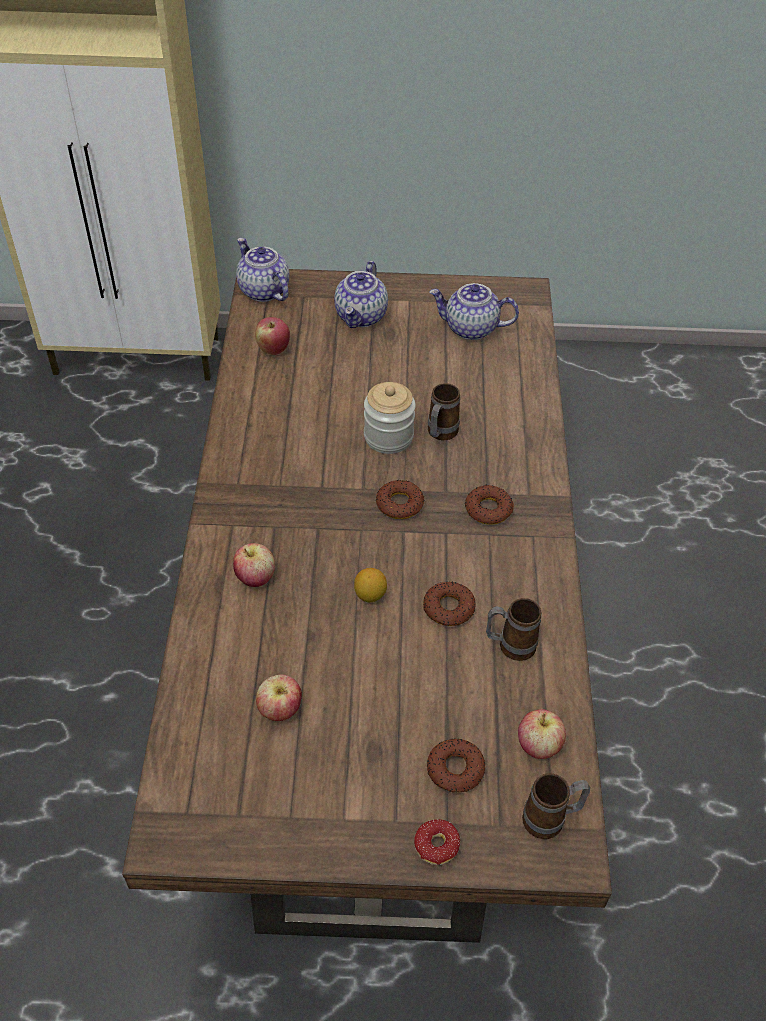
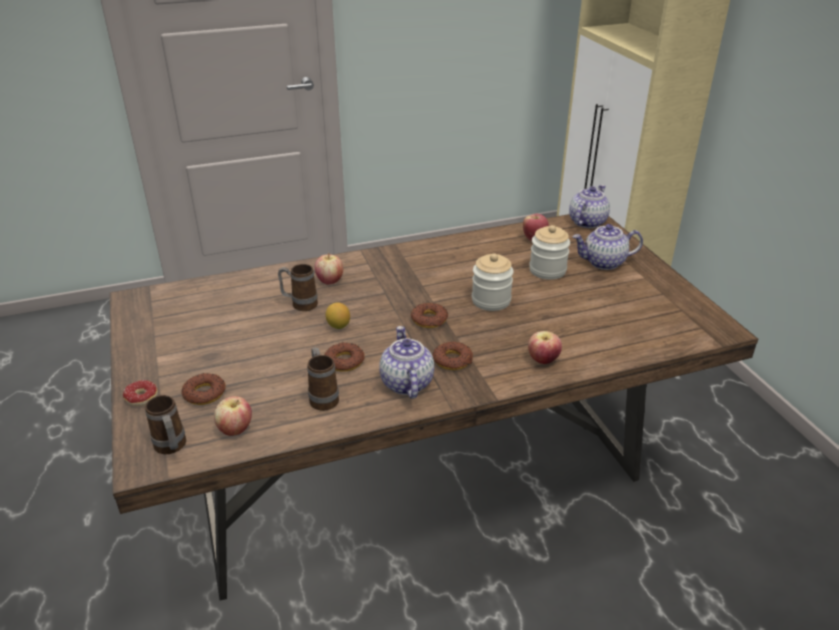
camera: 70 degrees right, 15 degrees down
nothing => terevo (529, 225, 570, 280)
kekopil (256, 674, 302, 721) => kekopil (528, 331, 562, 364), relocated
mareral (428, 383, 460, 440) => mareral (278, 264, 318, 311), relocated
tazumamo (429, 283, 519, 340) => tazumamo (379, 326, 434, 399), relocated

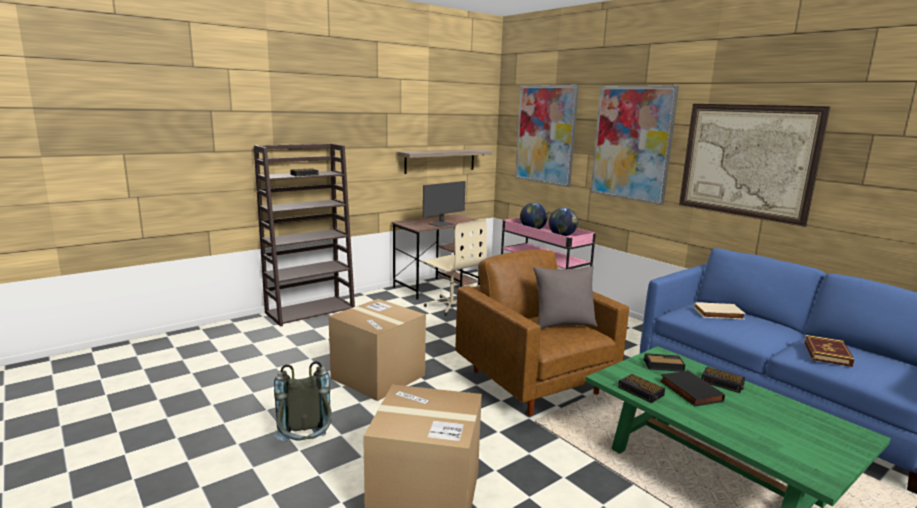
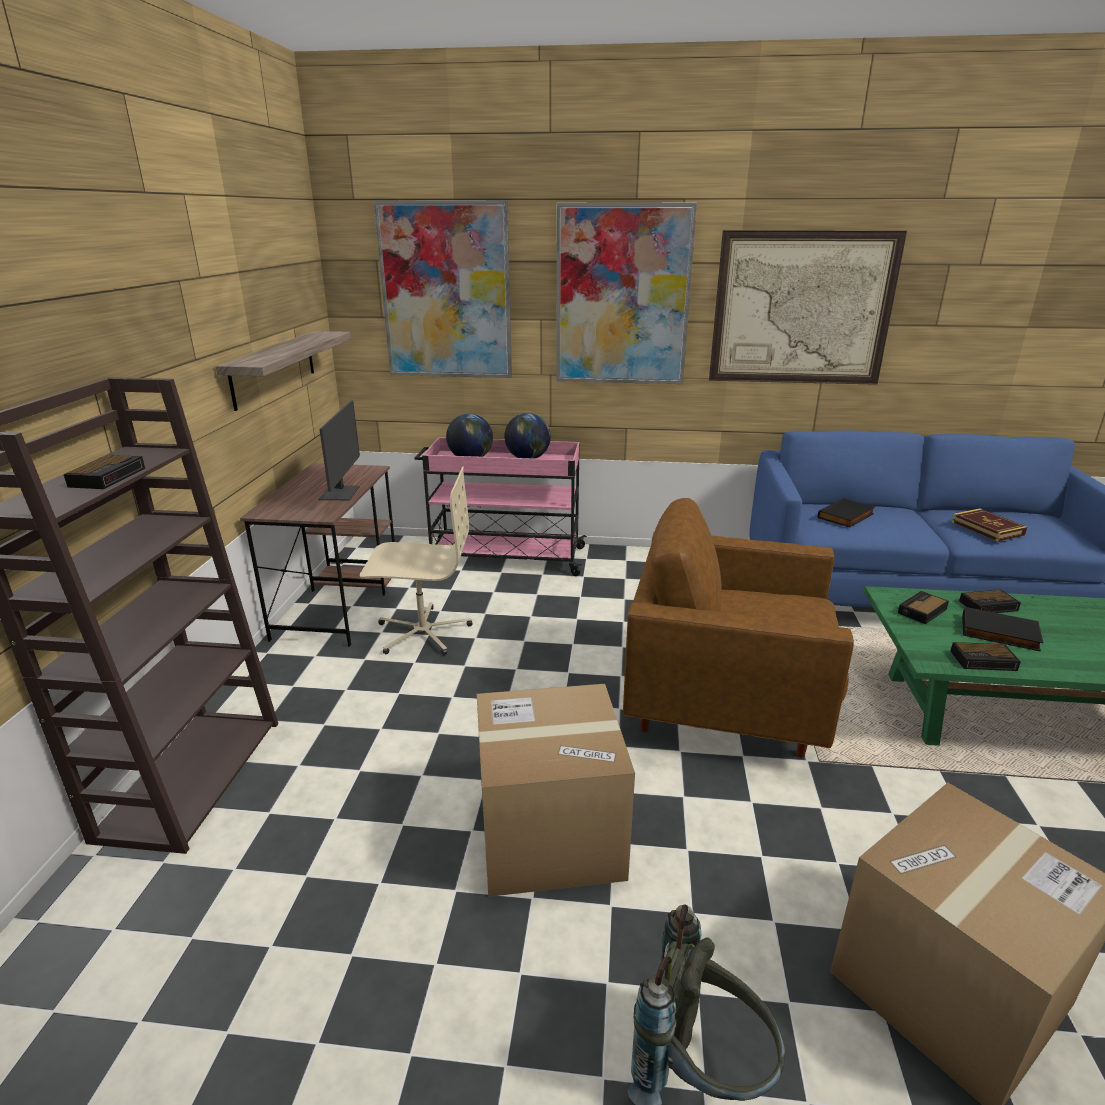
camera: 45 degrees left, 10 degrees up
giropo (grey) (533, 266, 597, 329) => nothing
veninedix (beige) (694, 302, 746, 319) => veninedix (black) (817, 498, 875, 527)

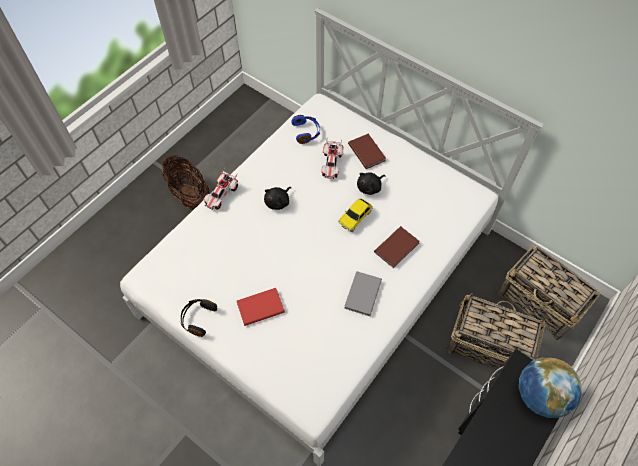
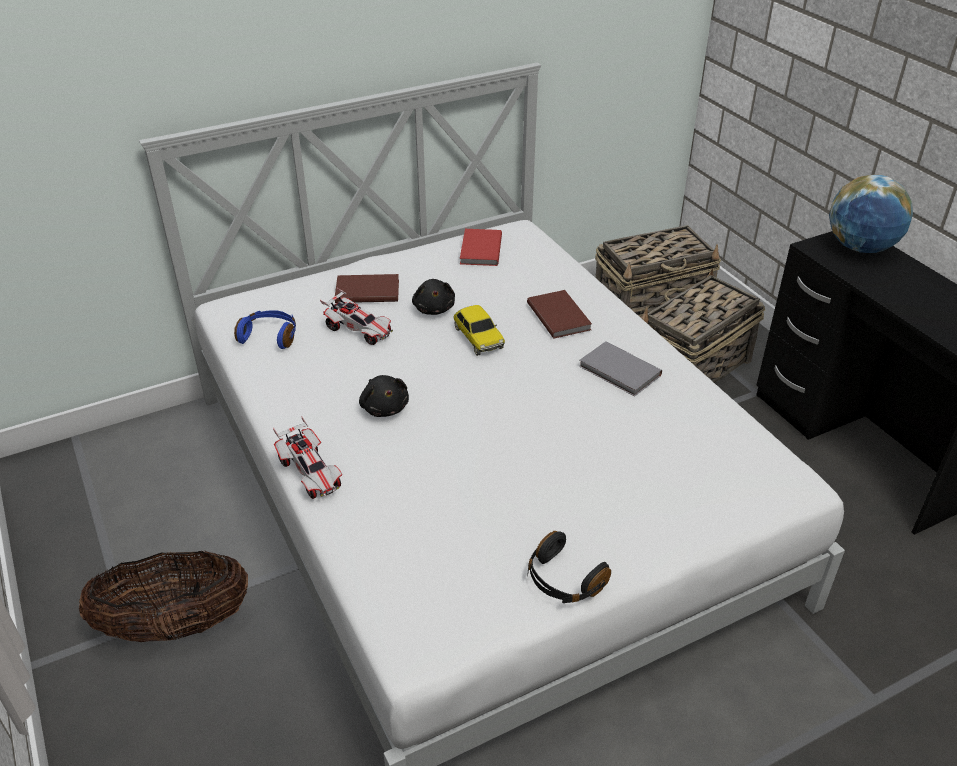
camera: 65 degrees left, 20 degrees down
veninedix (red) (237, 288, 285, 326) => veninedix (red) (460, 229, 502, 266), relocated

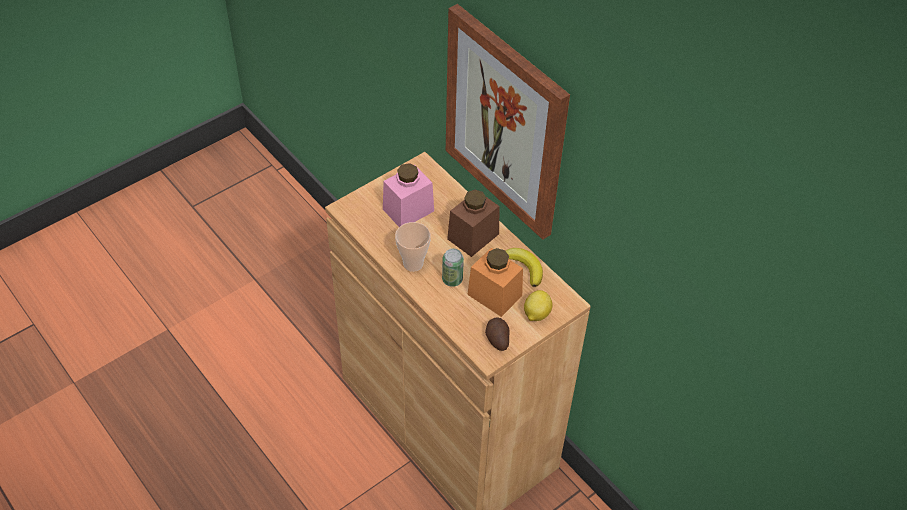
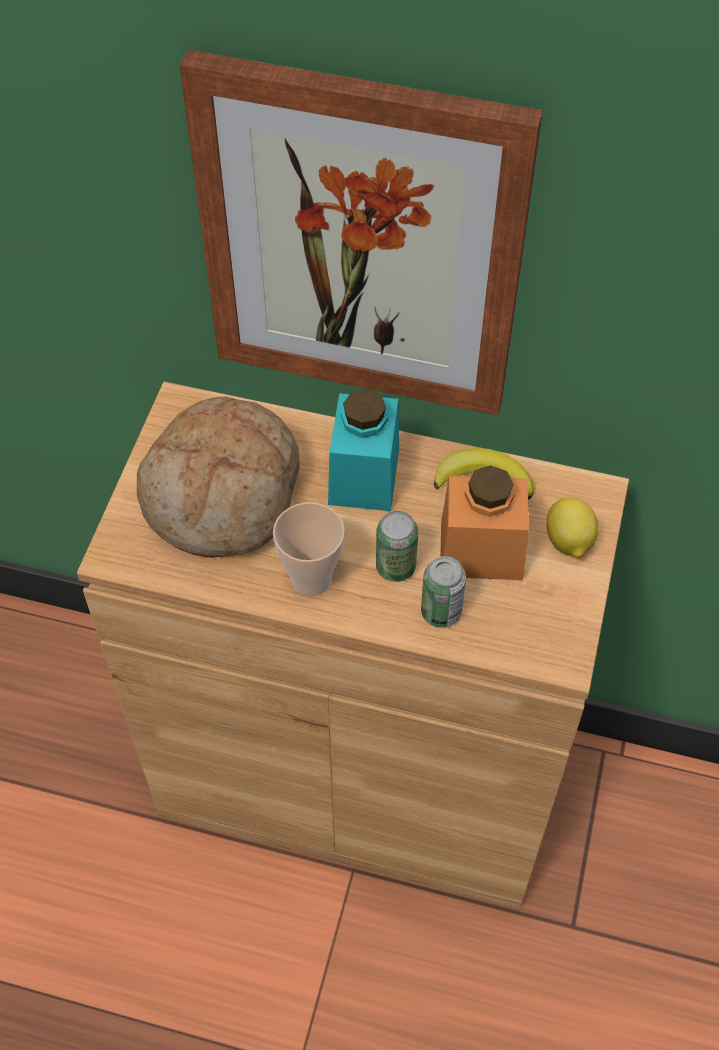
camera: 35 degrees left, 5 degrees up
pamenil (485, 317, 510, 351) => nothing
nothing => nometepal (421, 556, 466, 628)
terevo (pink) (383, 163, 434, 227) => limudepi (137, 396, 300, 558)
terevo (brown) (447, 190, 499, 257) => terevo (turquoise) (328, 389, 399, 511)

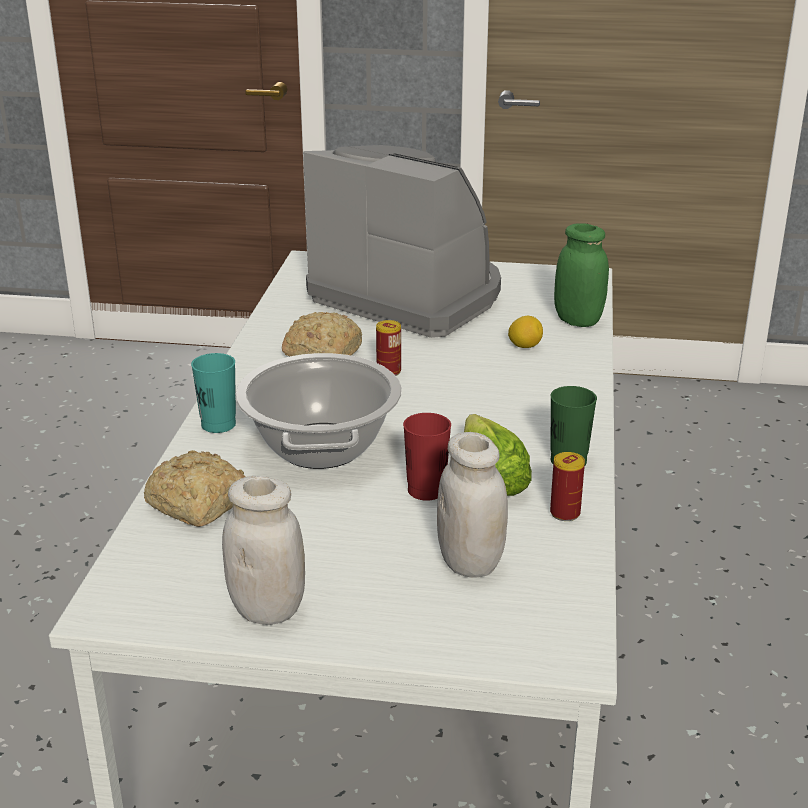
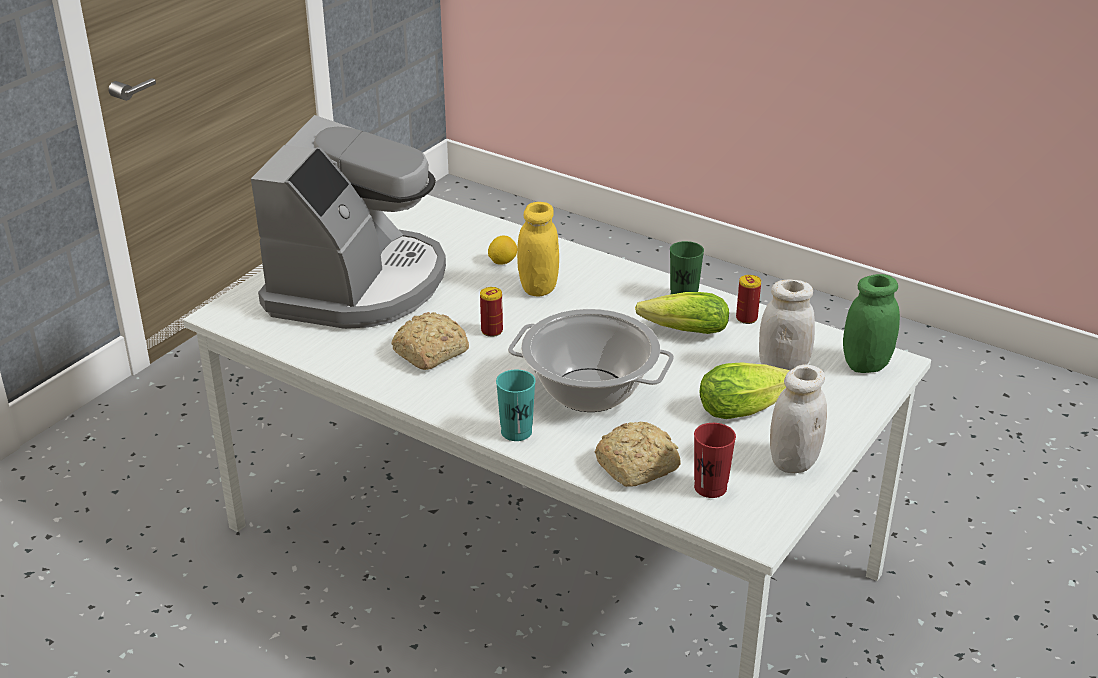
camera: 65 degrees left, 5 degrees up
nothing => terevo (yellow) (517, 202, 559, 297)
nothing => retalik (700, 362, 790, 419)
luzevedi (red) (403, 413, 451, 501) => luzevedi (red) (694, 423, 736, 498), relocated
terevo (green) (554, 223, 609, 327) => terevo (green) (843, 274, 900, 373), relocated
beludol (303, 145, 501, 338) => beludol (251, 115, 446, 329), 135 degrees clockwise

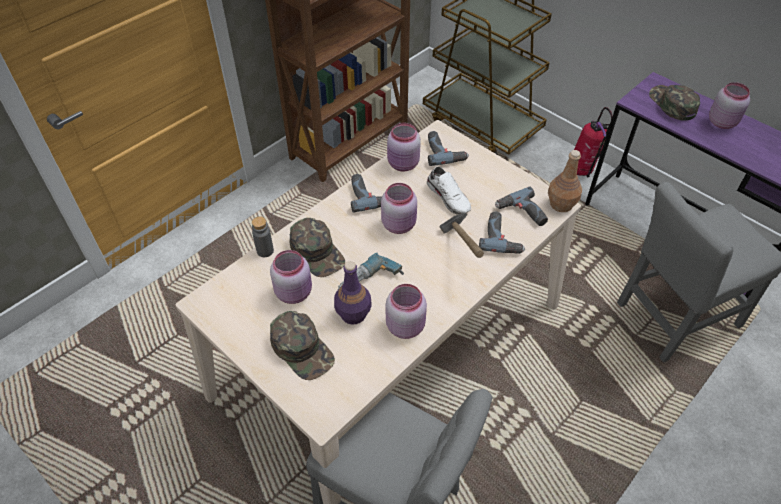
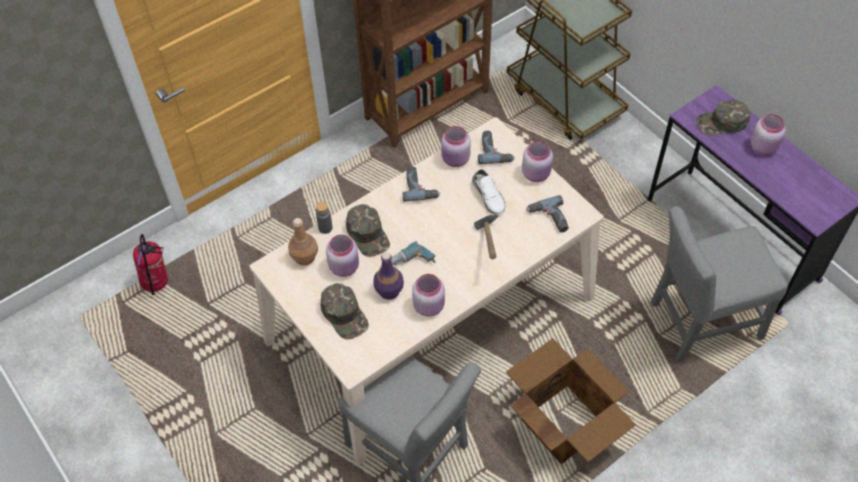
camera: 10 degrees right, 5 degrees up
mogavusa (479, 212, 525, 254) => nothing
nothing => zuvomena (506, 338, 636, 464)
terevo (pink) (381, 183, 417, 234) => terevo (pink) (522, 141, 553, 182), relocated
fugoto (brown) (548, 150, 582, 212) => fugoto (brown) (288, 218, 318, 266), relocated
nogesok (574, 107, 613, 177) => nogesok (133, 234, 168, 295), relocated
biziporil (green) (649, 85, 700, 121) => biziporil (green) (696, 99, 751, 136), 90 degrees counterclockwise

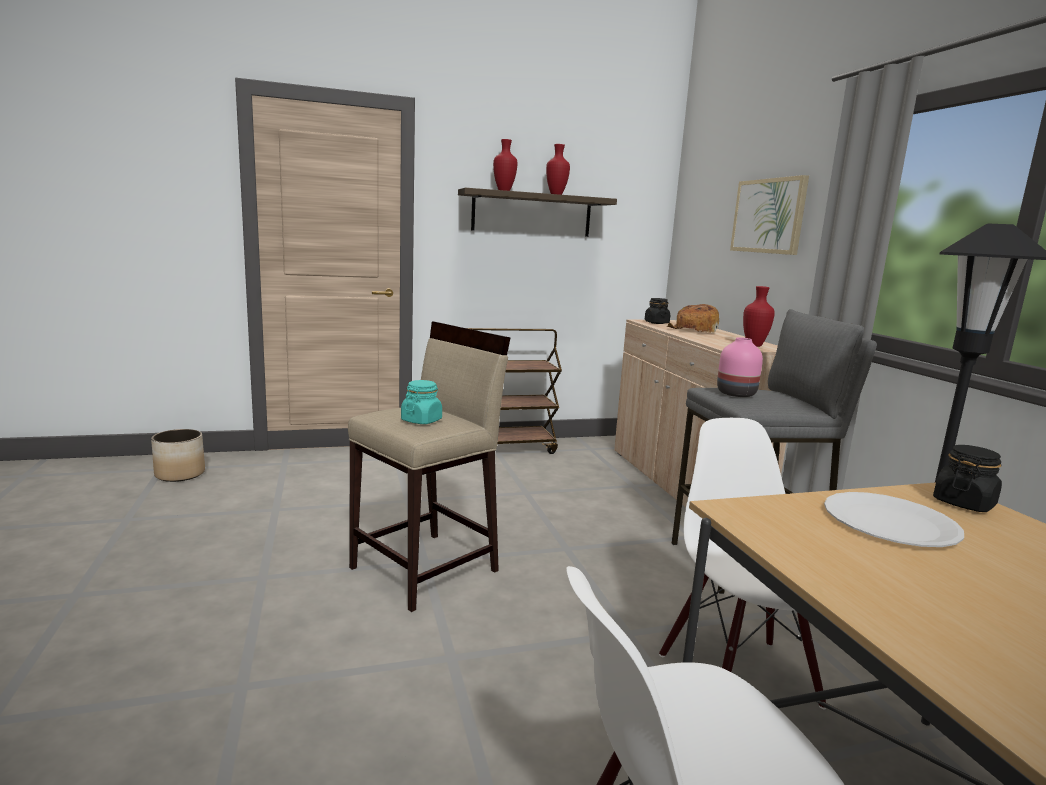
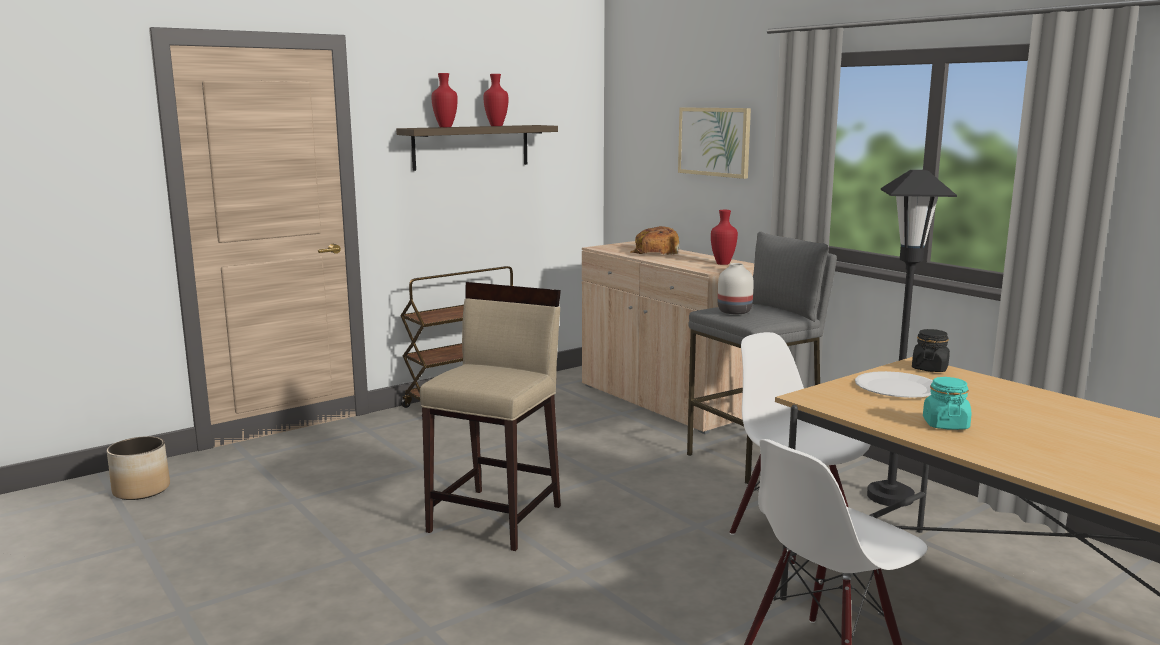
camera: 20 degrees left, 0 degrees up
terevo (black) (645, 298, 670, 324) => nothing
terevo (turquoise) (401, 380, 442, 424) => terevo (turquoise) (923, 377, 971, 430), relocated
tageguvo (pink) (717, 337, 763, 397) => tageguvo (white) (718, 263, 754, 314)

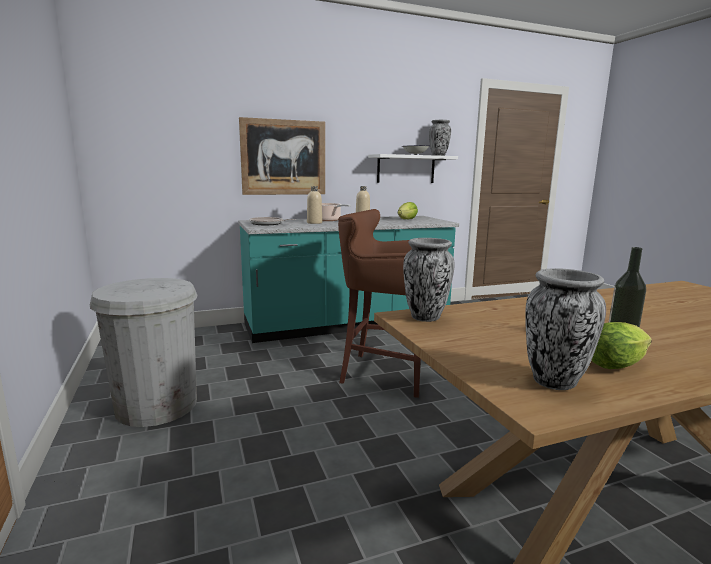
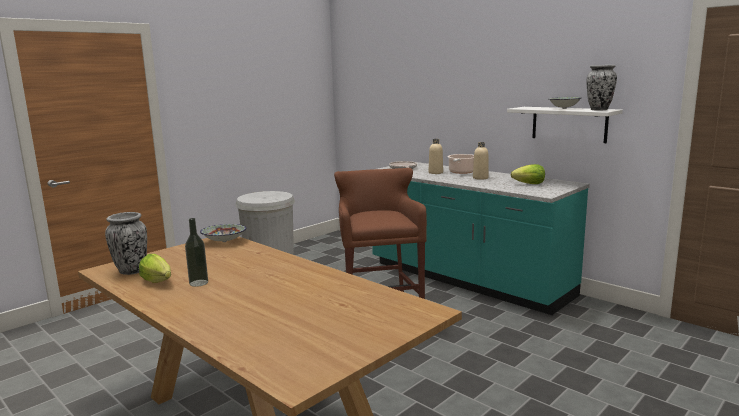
camera: 65 degrees right, 0 degrees up
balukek (239, 117, 325, 195) => nothing
tageguvo (403, 238, 455, 322) => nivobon (200, 224, 247, 242)

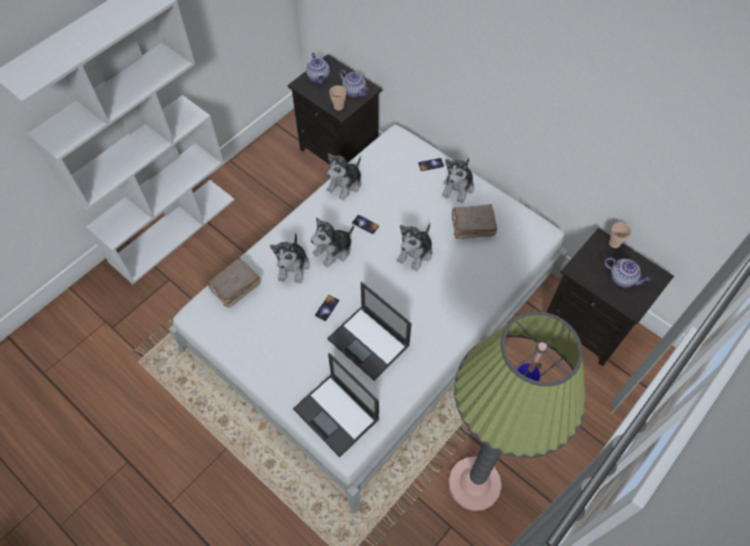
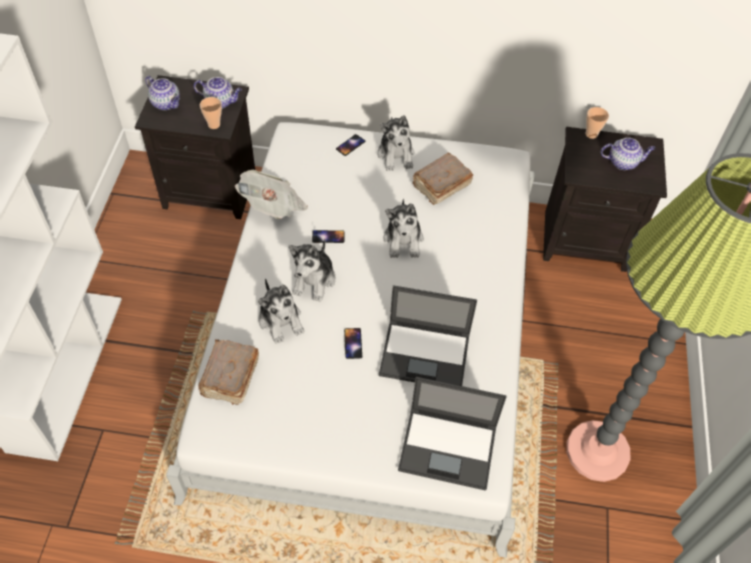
camera: 35 degrees left, 5 degrees down
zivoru (327, 153, 361, 200) => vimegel (235, 170, 308, 219)

